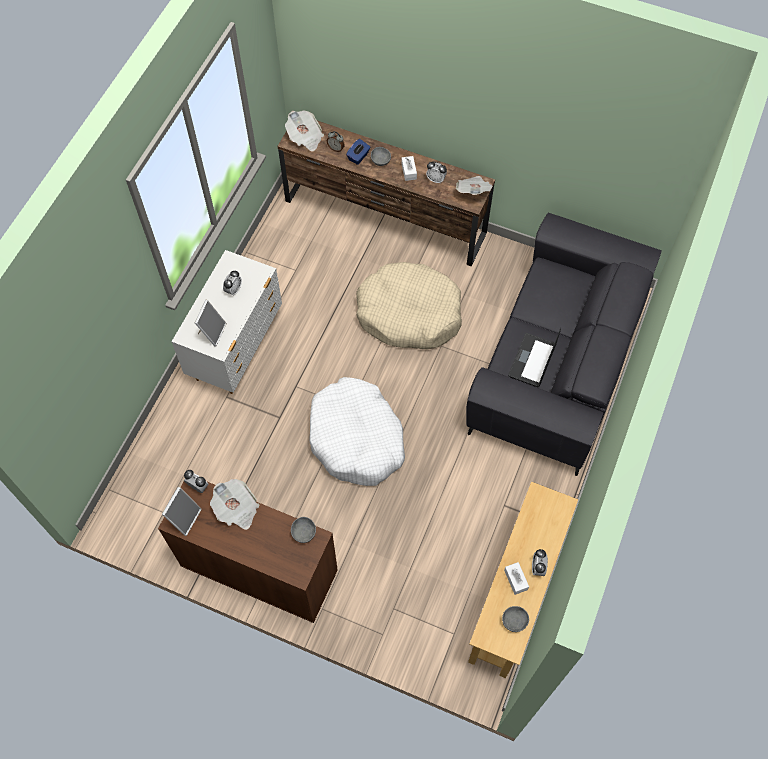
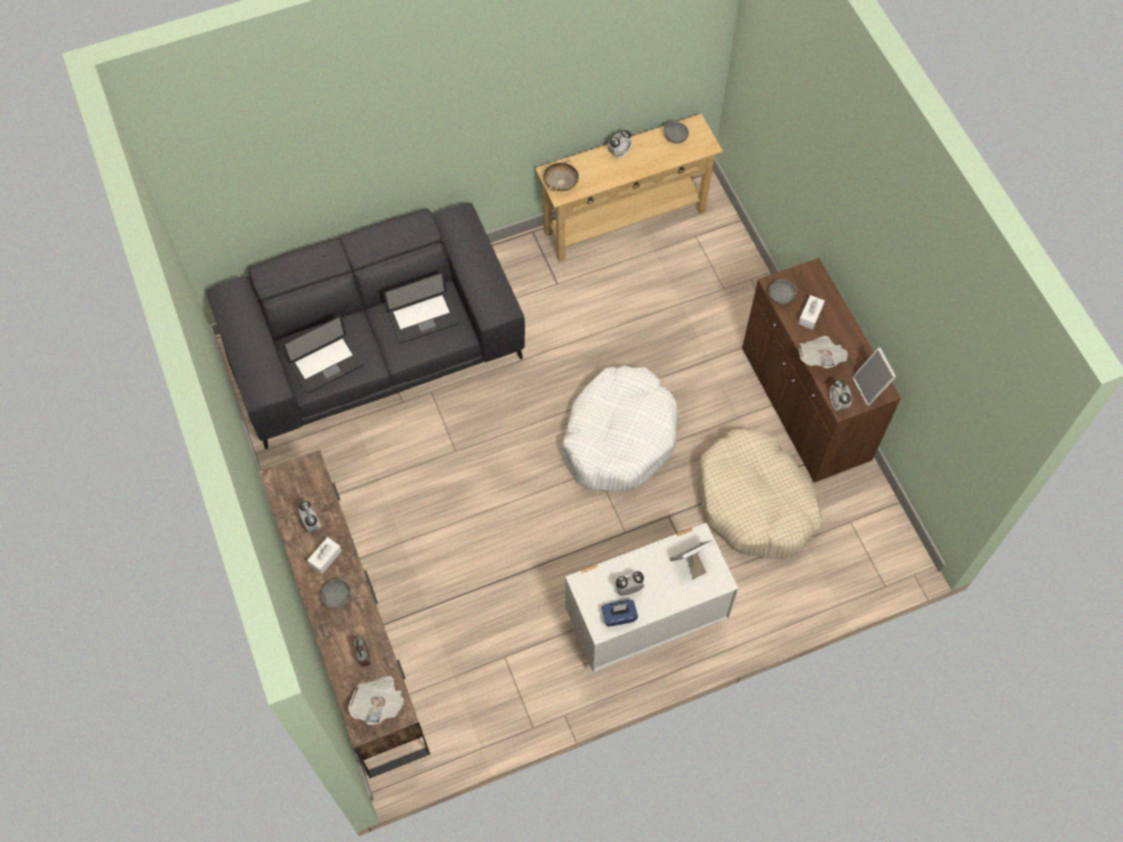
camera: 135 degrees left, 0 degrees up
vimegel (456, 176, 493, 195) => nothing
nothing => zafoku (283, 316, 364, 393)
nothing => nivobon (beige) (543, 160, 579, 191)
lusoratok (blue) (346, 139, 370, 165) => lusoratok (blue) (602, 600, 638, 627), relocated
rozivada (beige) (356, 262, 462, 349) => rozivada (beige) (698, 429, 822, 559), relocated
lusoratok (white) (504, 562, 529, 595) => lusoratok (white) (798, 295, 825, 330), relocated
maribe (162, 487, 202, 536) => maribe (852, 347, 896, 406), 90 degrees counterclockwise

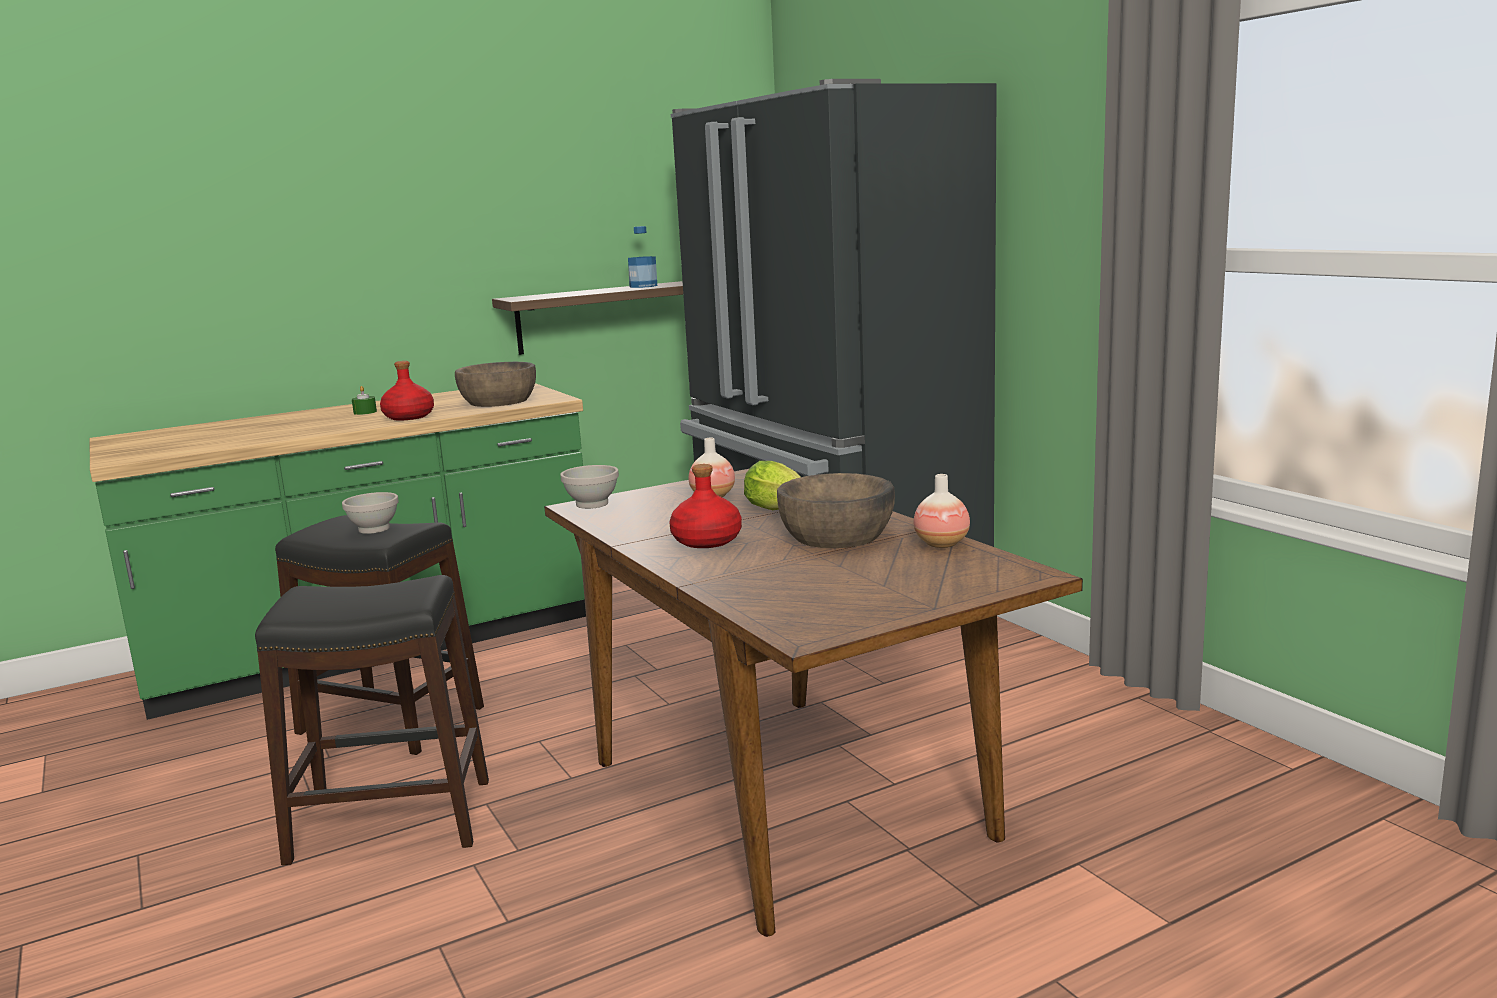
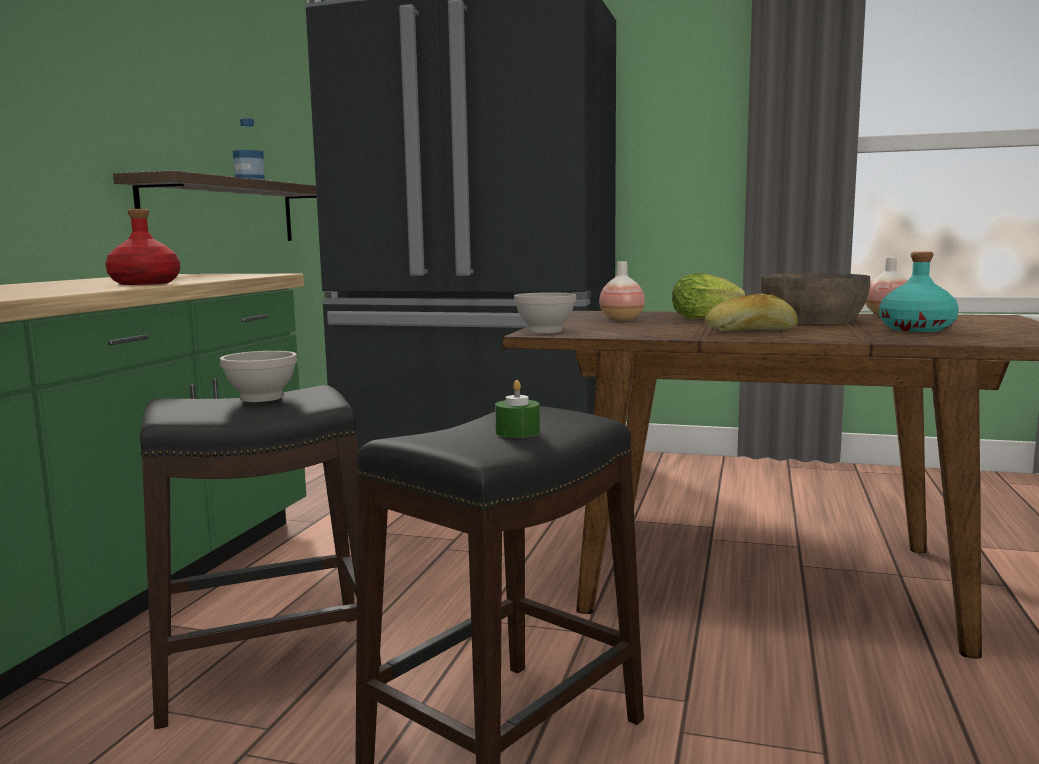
camera: 45 degrees left, 5 degrees down
nivobon (brown) (455, 362, 536, 407) => nothing
nothing => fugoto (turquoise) (879, 252, 959, 332)
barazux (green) (352, 386, 377, 415) => barazux (green) (495, 380, 540, 438), relocated
fugoto (red) (669, 464, 742, 548) => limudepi (705, 293, 798, 331)

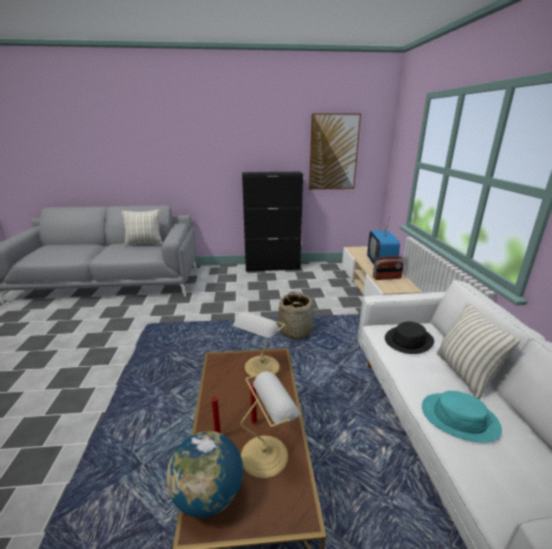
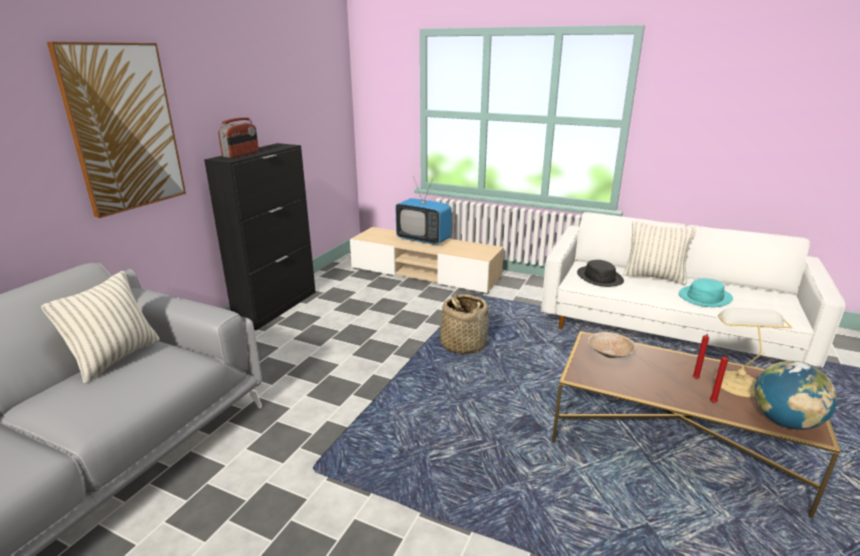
camera: 60 degrees left, 0 degrees up
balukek (309, 113, 361, 190) => balukek (47, 42, 186, 218), relocated
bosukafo (373, 256, 404, 280) => bosukafo (218, 117, 259, 158), relocated
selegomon (233, 311, 285, 378) => nivobon (beige) (587, 332, 636, 358)

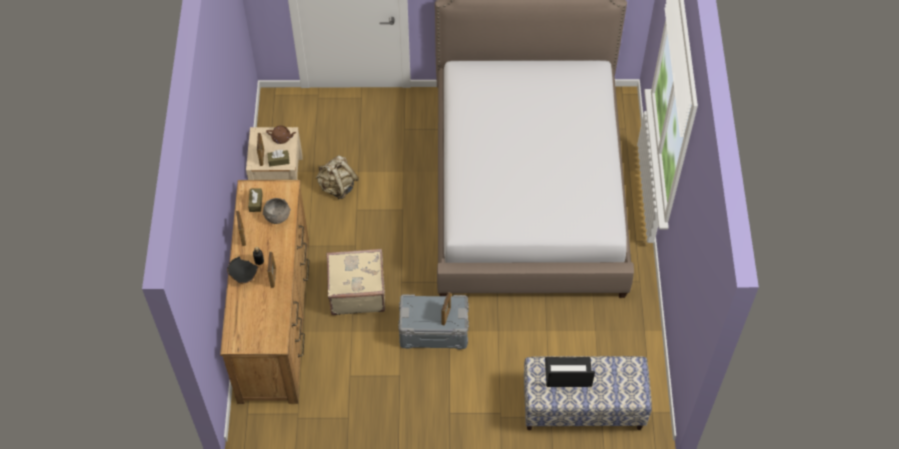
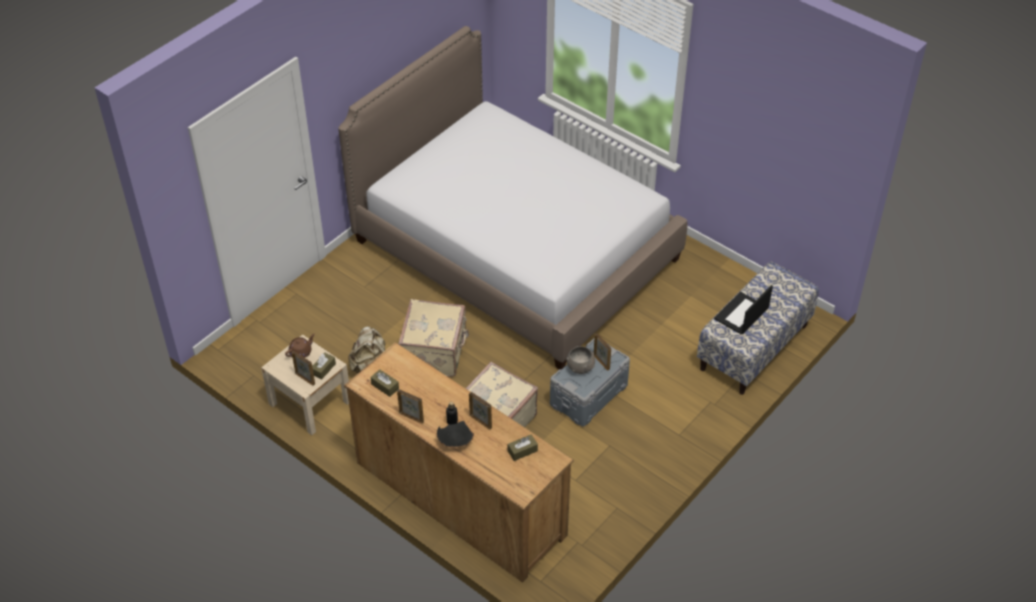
camera: 50 degrees left, 10 degrees down
nothing => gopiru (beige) (398, 299, 469, 377)
nothing => lusoratok (brown) (508, 434, 538, 461)
nivobon (grey) (263, 198, 291, 224) => nivobon (grey) (566, 346, 595, 374), relocated

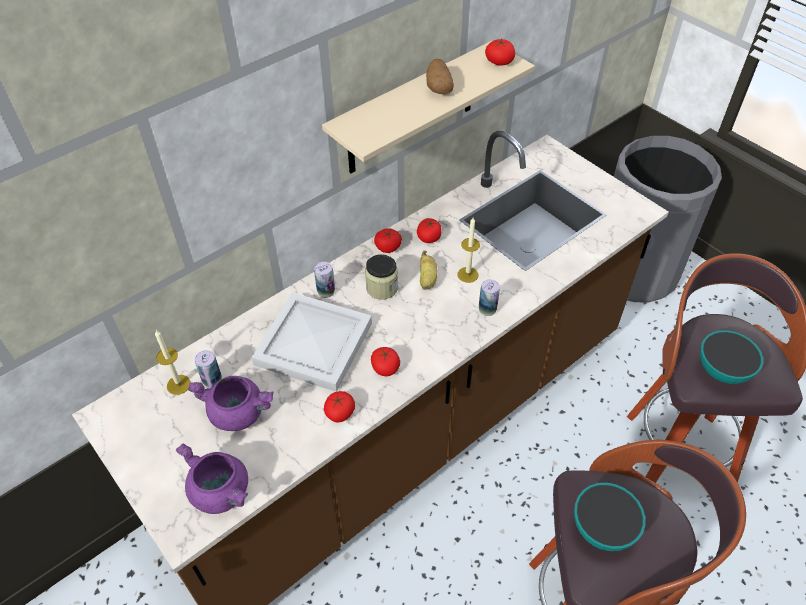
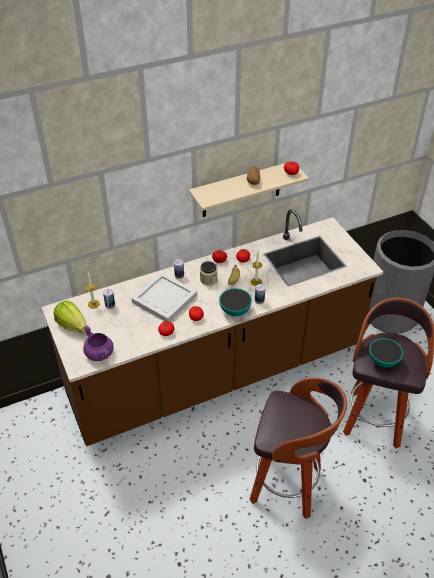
camera: 15 degrees right, 5 degrees down
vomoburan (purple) (188, 376, 274, 431) => nothing
nothing => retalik (54, 301, 86, 333)
nivobon (574, 483, 645, 551) => nivobon (219, 288, 252, 316), relocated

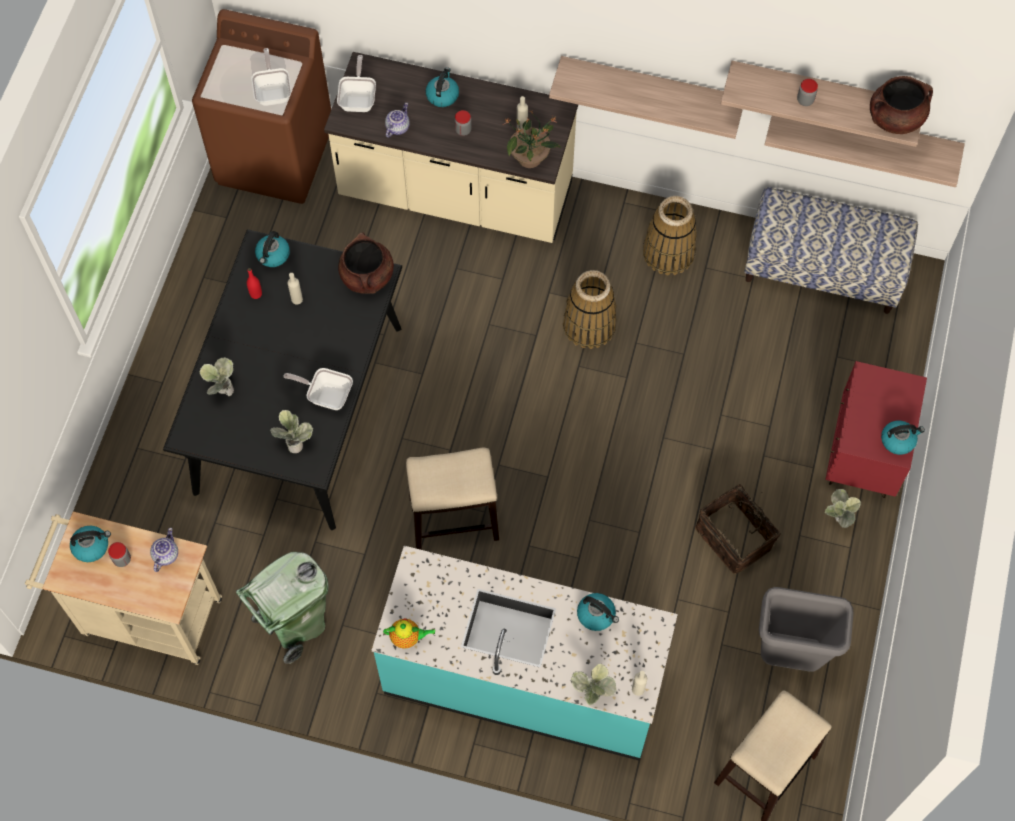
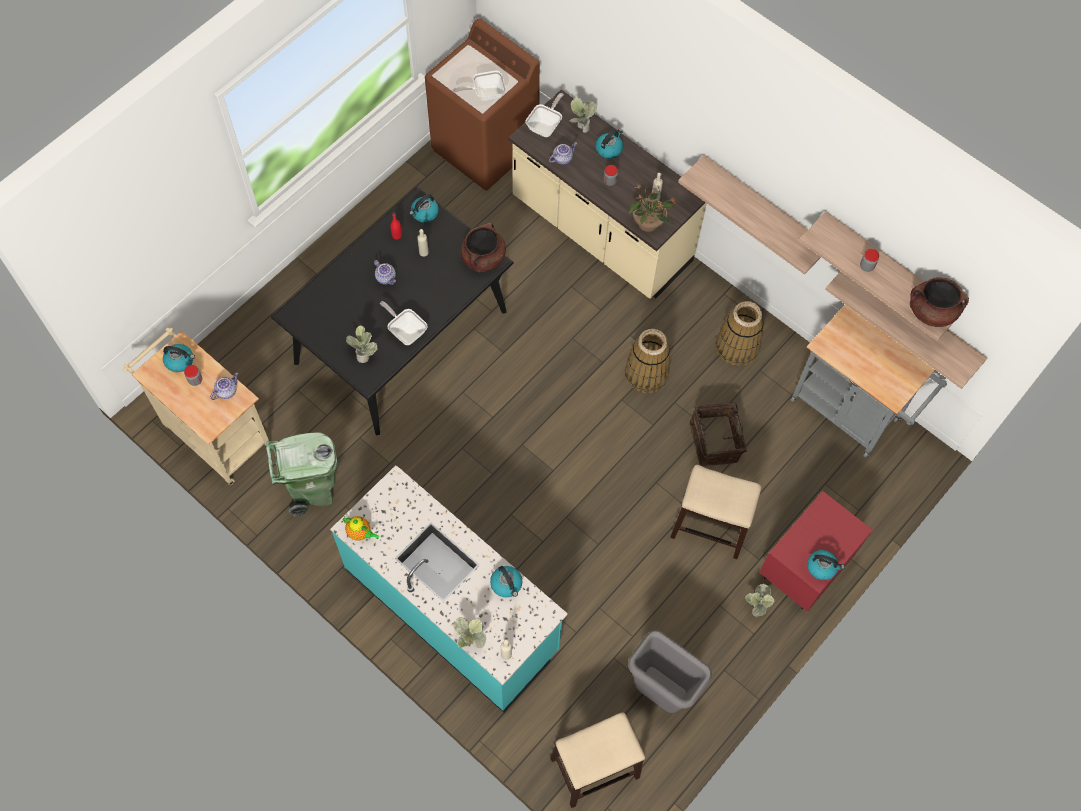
camera: 25 degrees right, 0 degrees up
nothing => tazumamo (374, 260, 396, 285)
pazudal (200, 357, 234, 396) => pazudal (569, 98, 597, 133), relocated
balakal (406, 447, 499, 550) => balakal (670, 465, 762, 559), relocated
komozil (695, 484, 781, 574) => komozil (690, 402, 747, 466), relocated
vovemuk (744, 187, 918, 314) => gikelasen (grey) (790, 305, 947, 457)
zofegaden (251, 48, 291, 106) => zofegaden (453, 70, 506, 101), 120 degrees counterclockwise

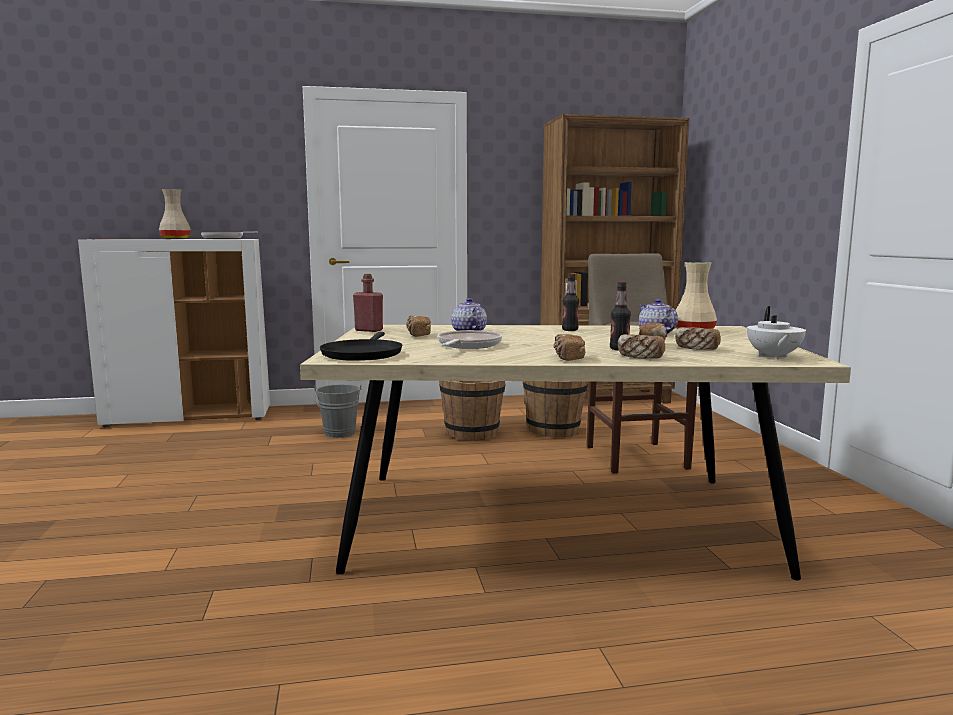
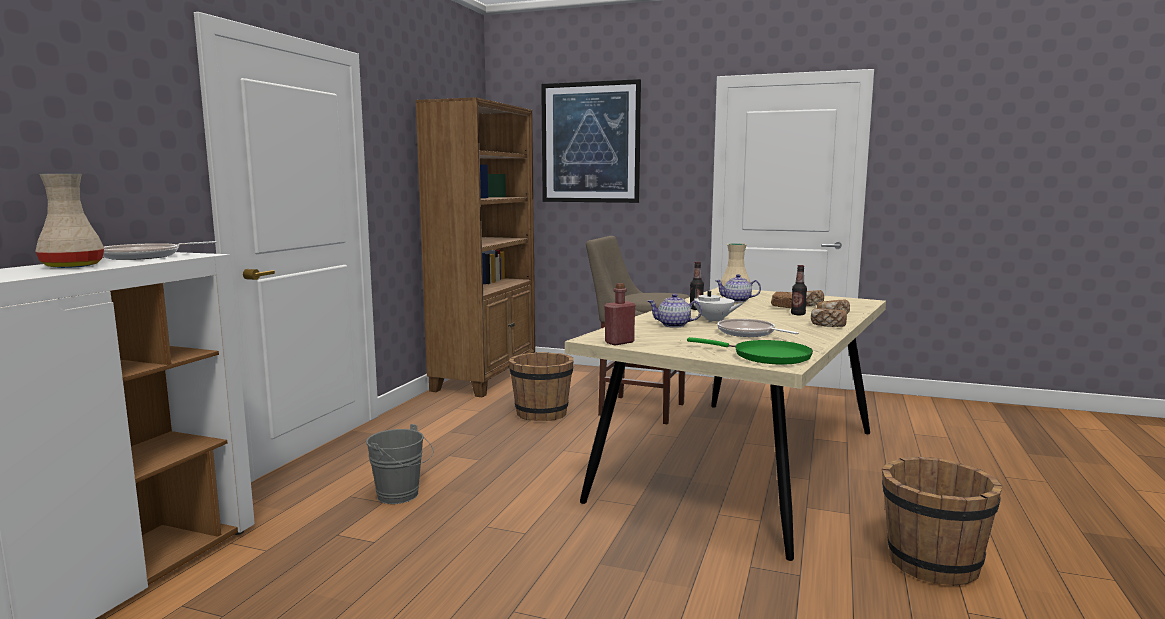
camera: 60 degrees left, 0 degrees up
limudepi (406, 316, 431, 337) => nothing
nothing => balukek (541, 79, 641, 203)
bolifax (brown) (439, 381, 505, 440) => bolifax (brown) (882, 457, 1002, 586), relocated
tazumamo (white) (747, 306, 806, 360) => tazumamo (white) (690, 285, 743, 322), relocated
zofegaden (black) (320, 332, 402, 361) => zofegaden (green) (687, 337, 813, 365)

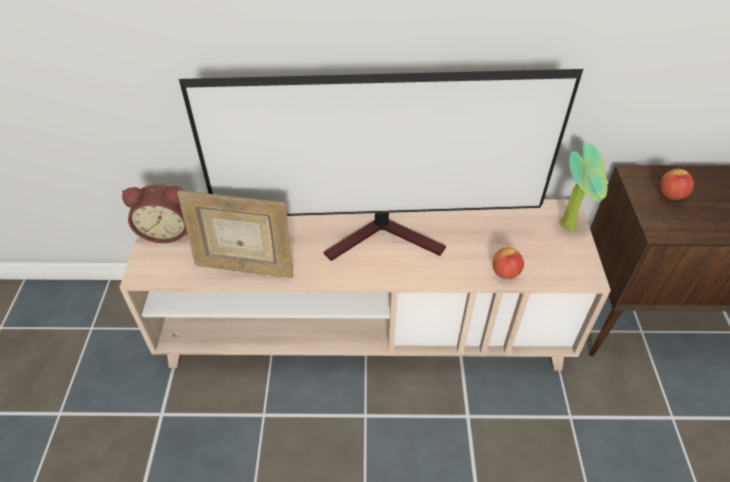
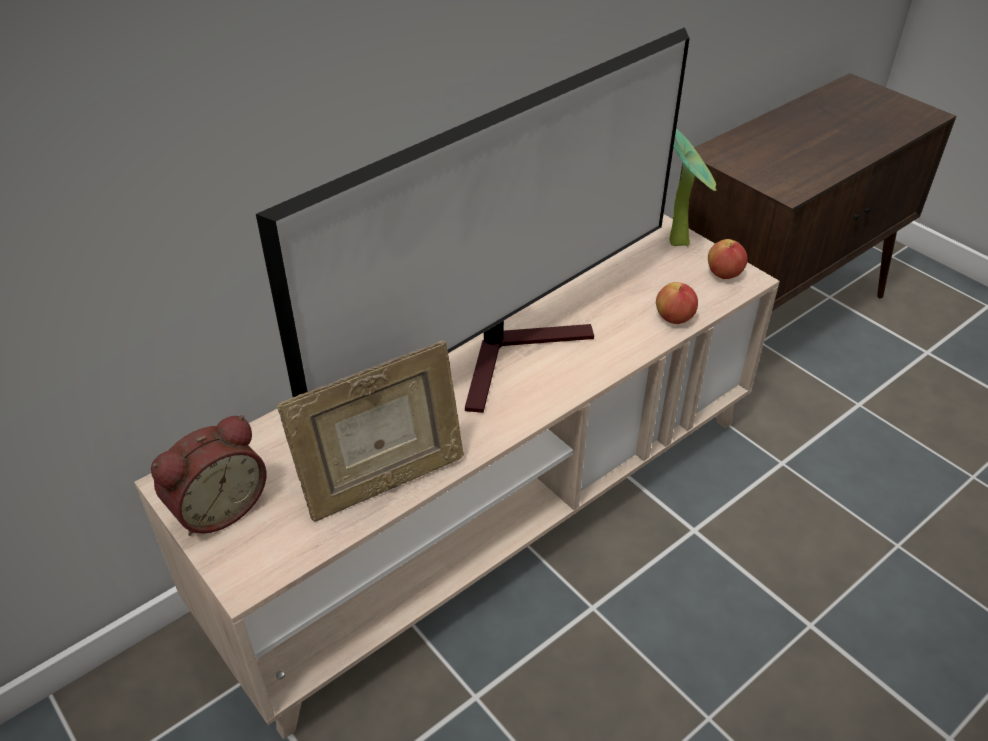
camera: 40 degrees left, 5 degrees down
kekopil (660, 169, 694, 200) => kekopil (708, 239, 747, 279), relocated

